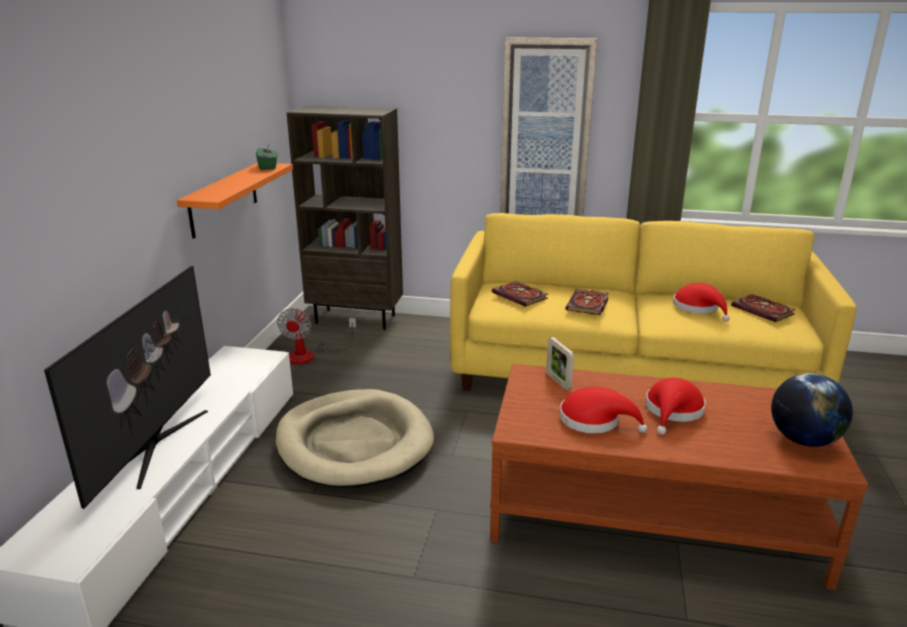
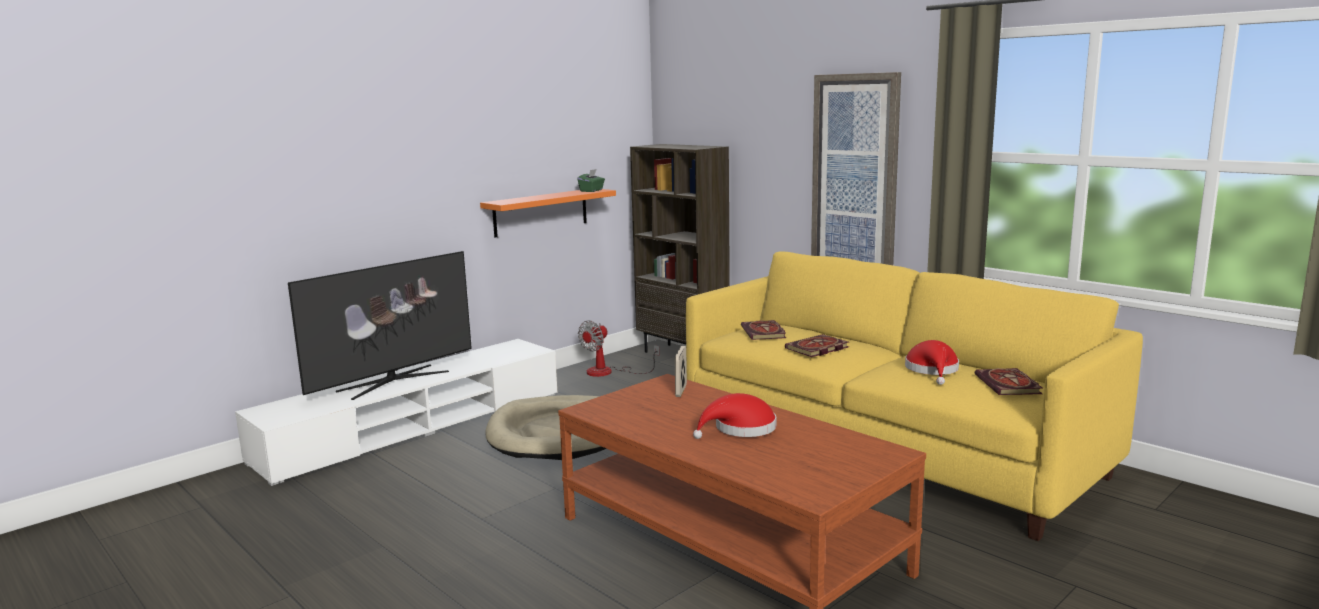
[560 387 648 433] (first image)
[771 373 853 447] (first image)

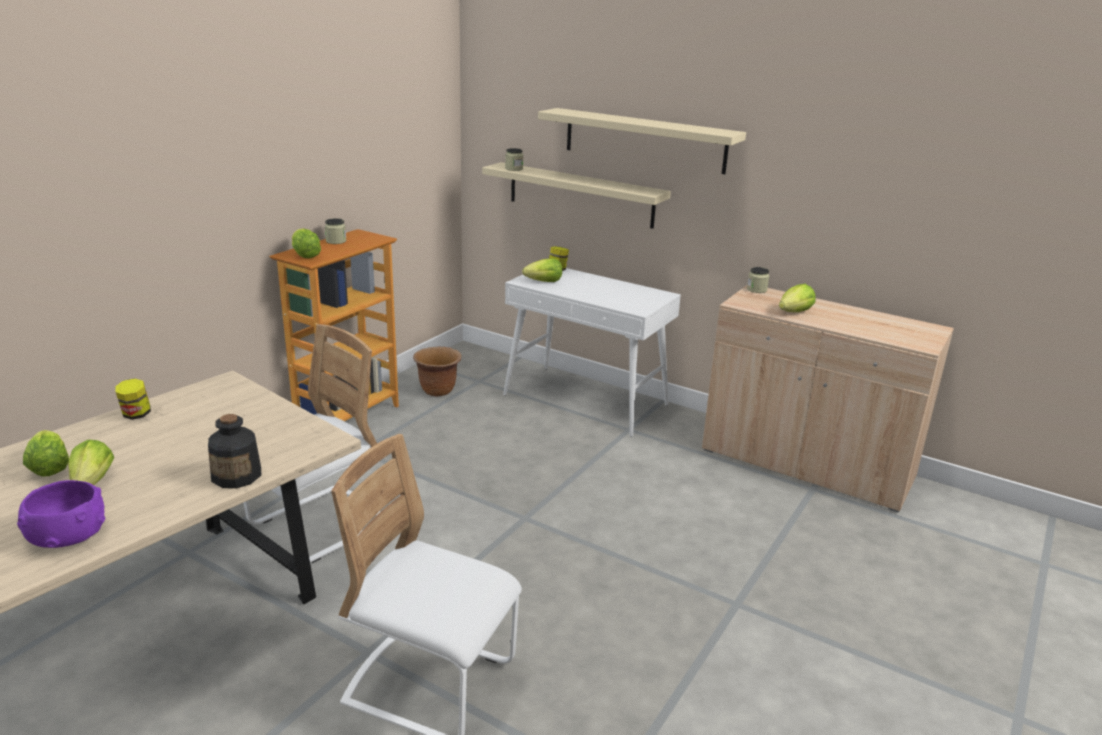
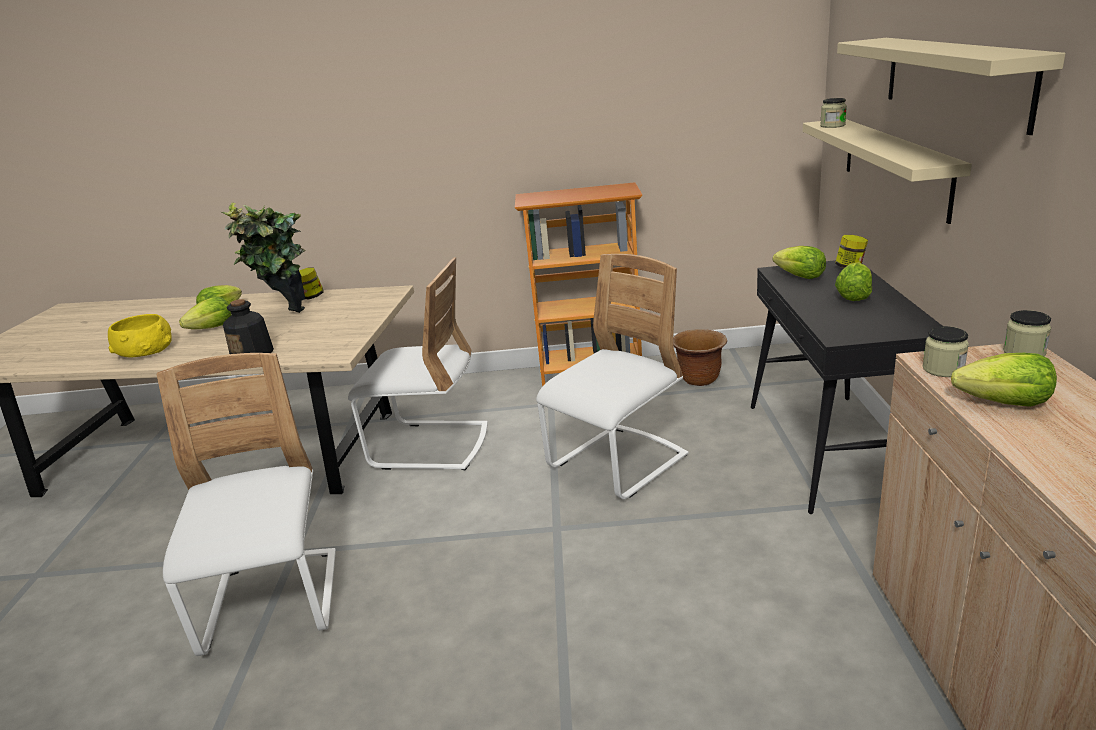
[108 314 172 357]
[222 203 306 313]
[536 254 688 499]
[751 260 942 514]
[835 262 872 301]
[923 326 969 377]

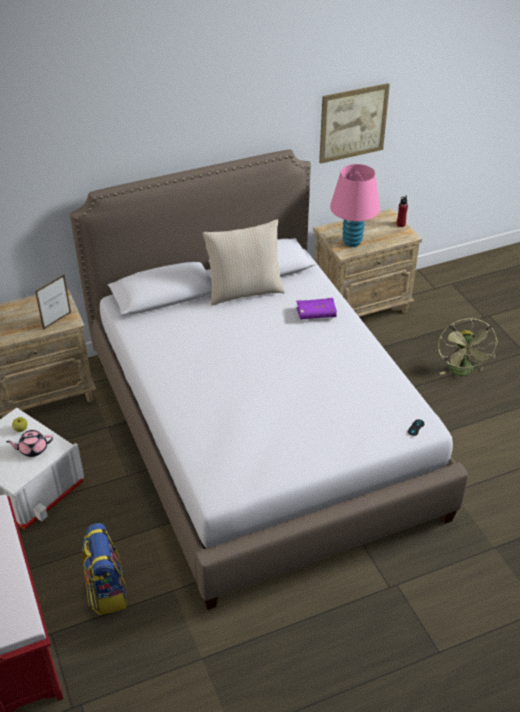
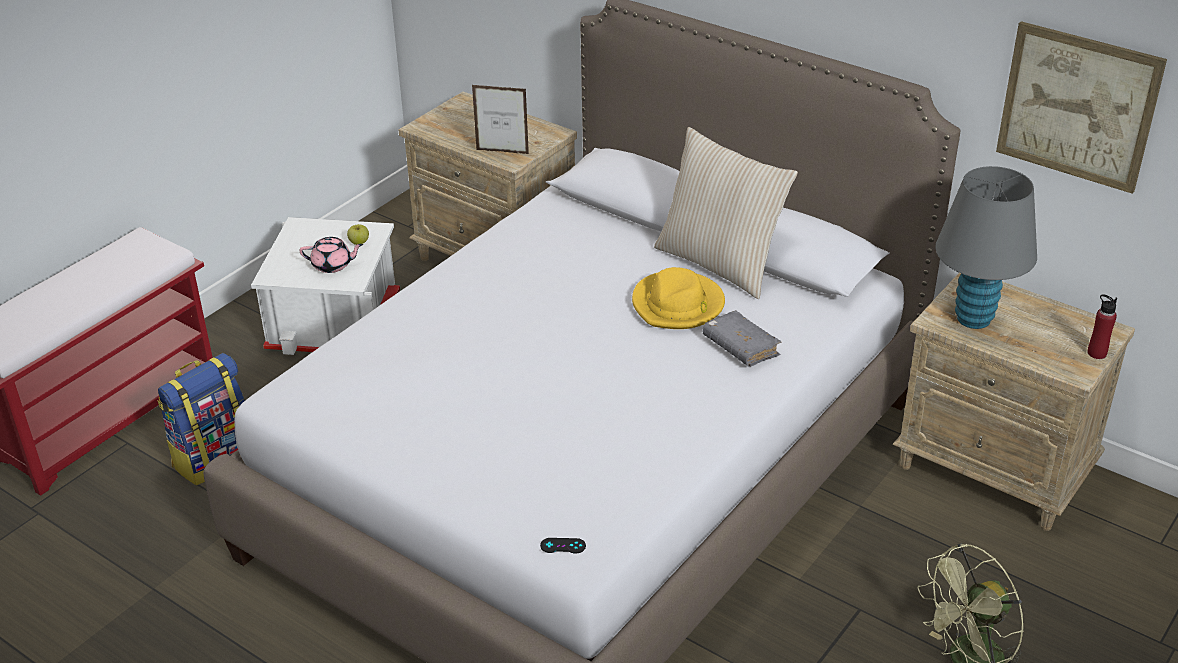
[299 237 363 273]
[632 267 725 329]
[702 310 781 367]
[935 166 1037 329]

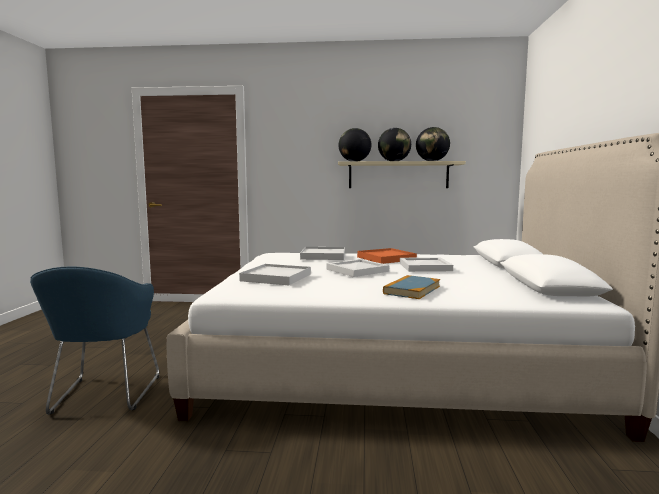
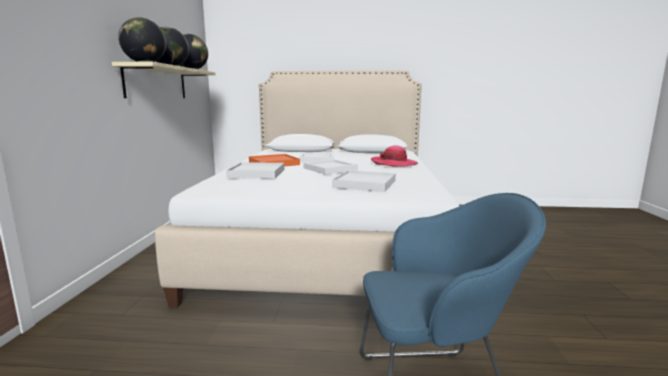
[371 145 418 167]

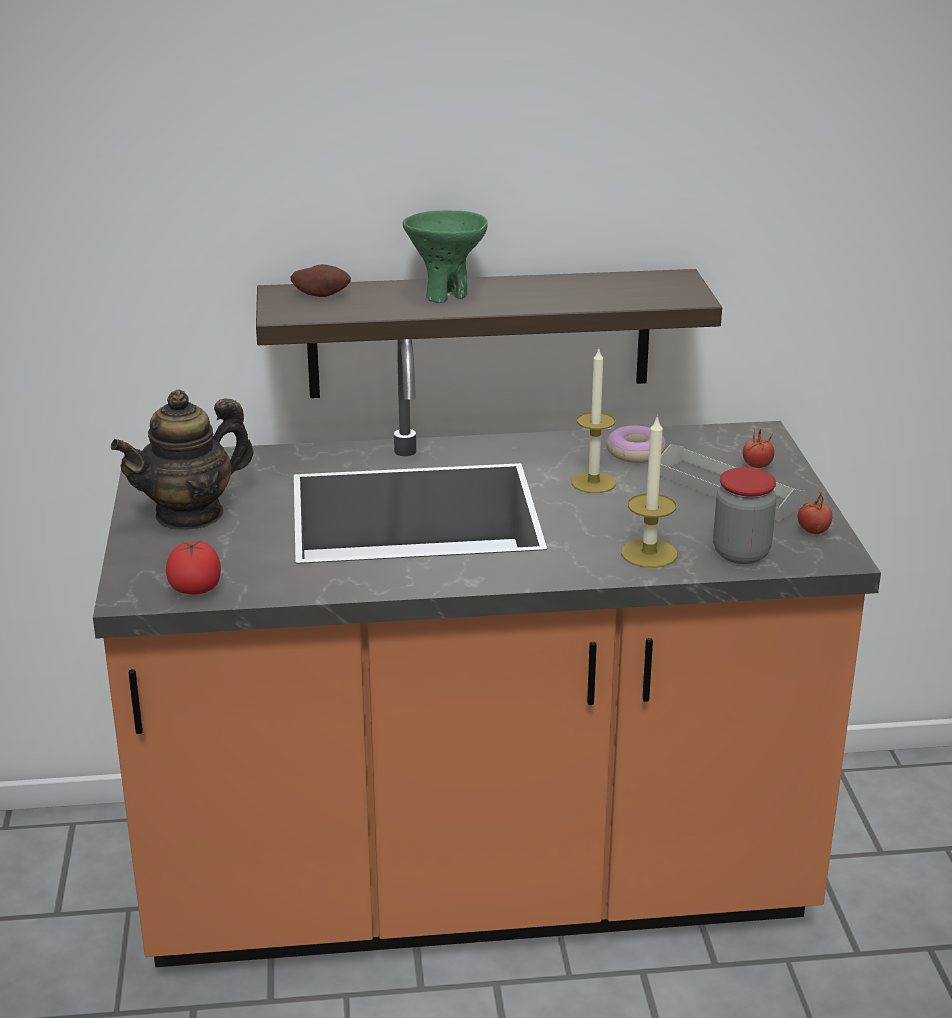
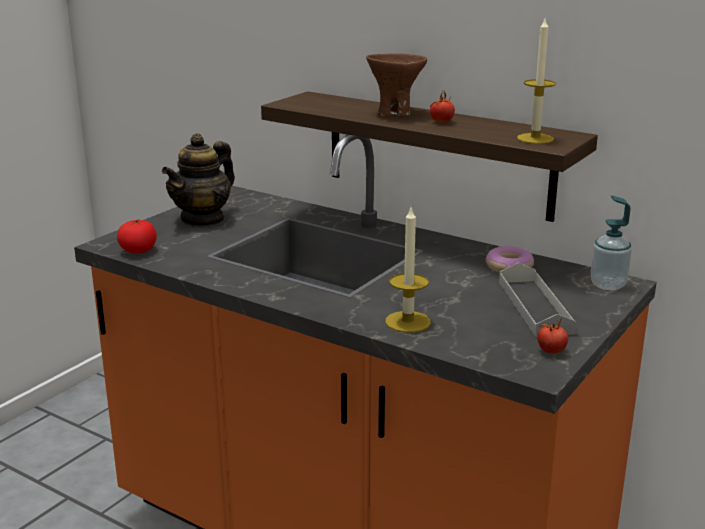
[161 133 235 227]
[366 53 427 117]
[430 90 455 123]
[517 19 556 144]
[591 195 632 290]
[291 264 351 297] (first image)
[713 467 777 564] (first image)

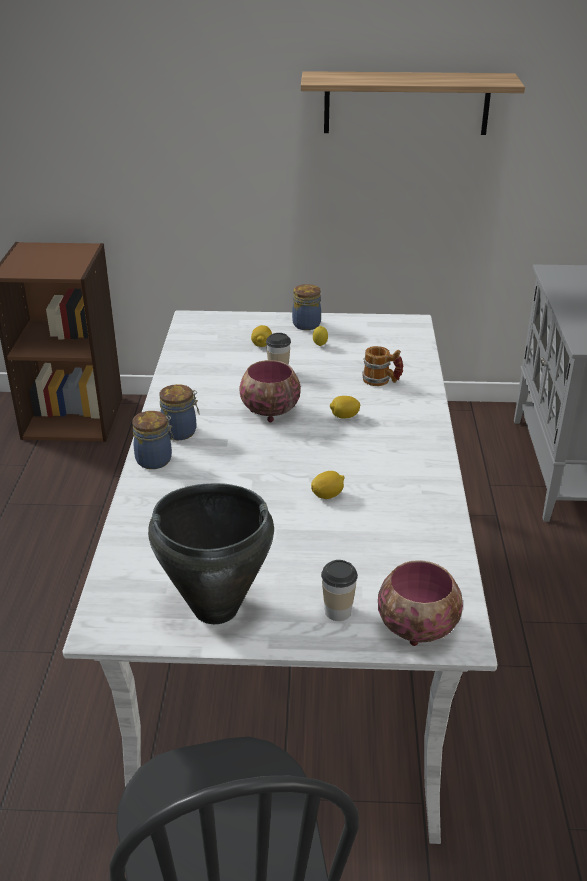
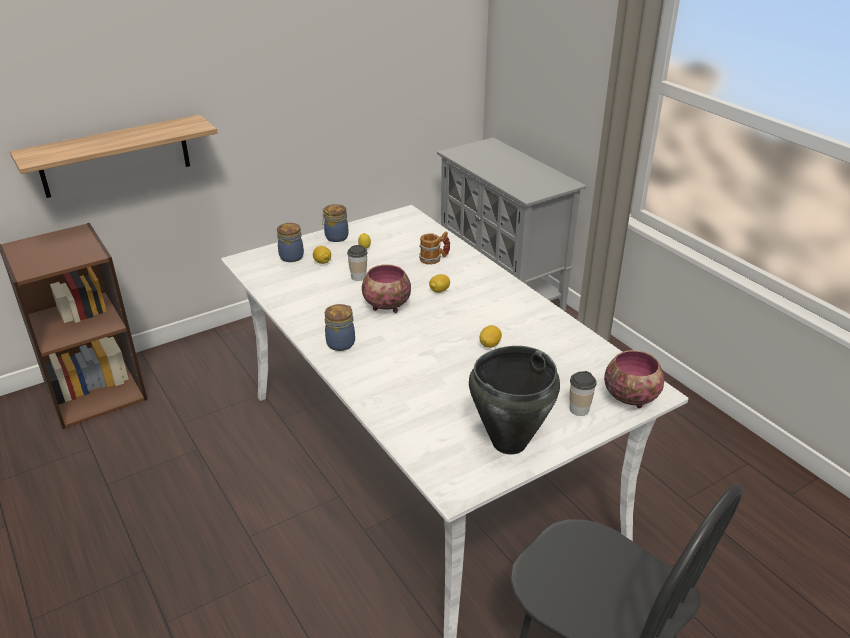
[10 115 217 198]
[277 223 304 262]

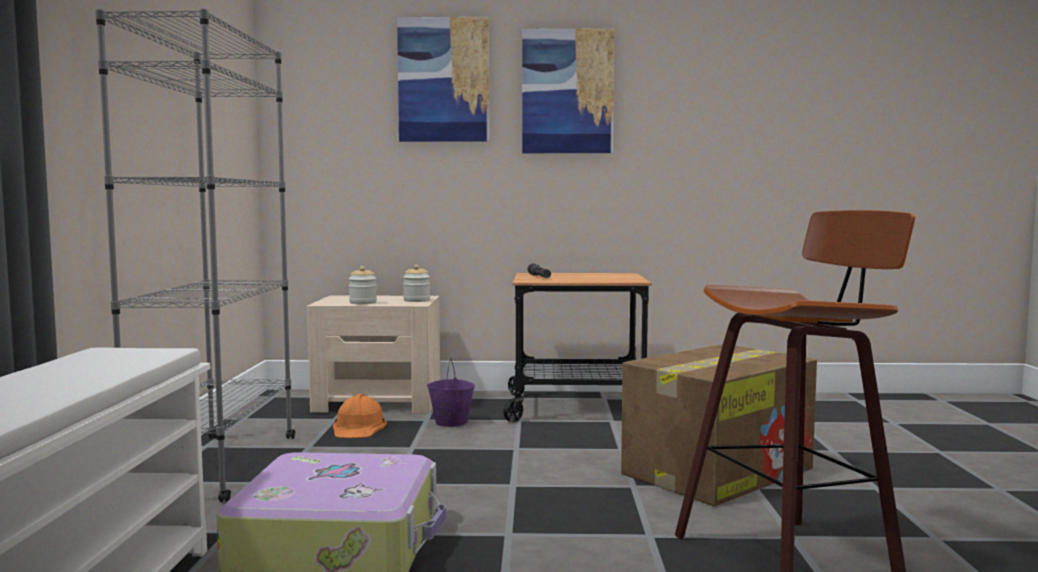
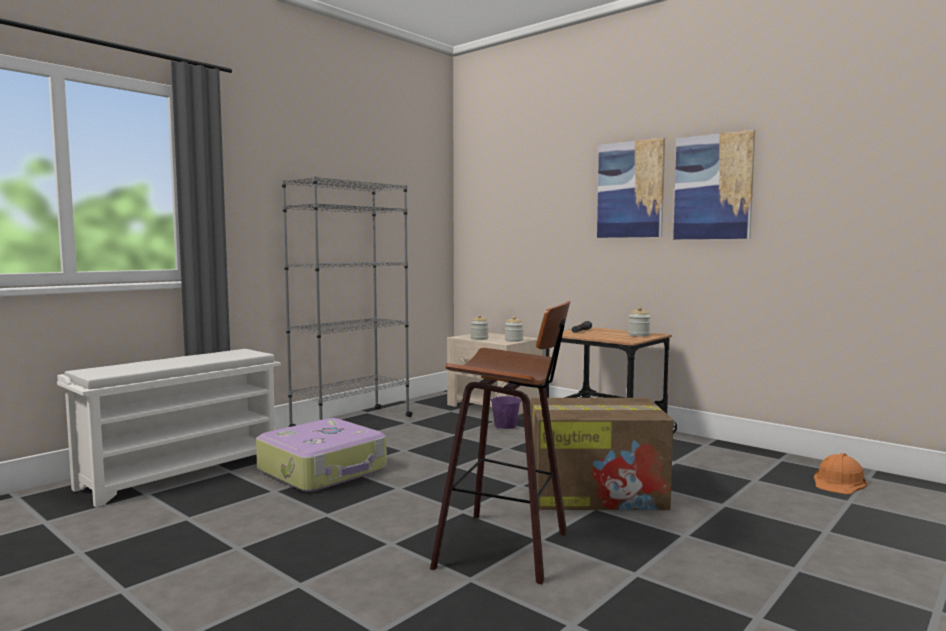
[628 307 650 337]
[673 130 755 239]
[814 453 868 494]

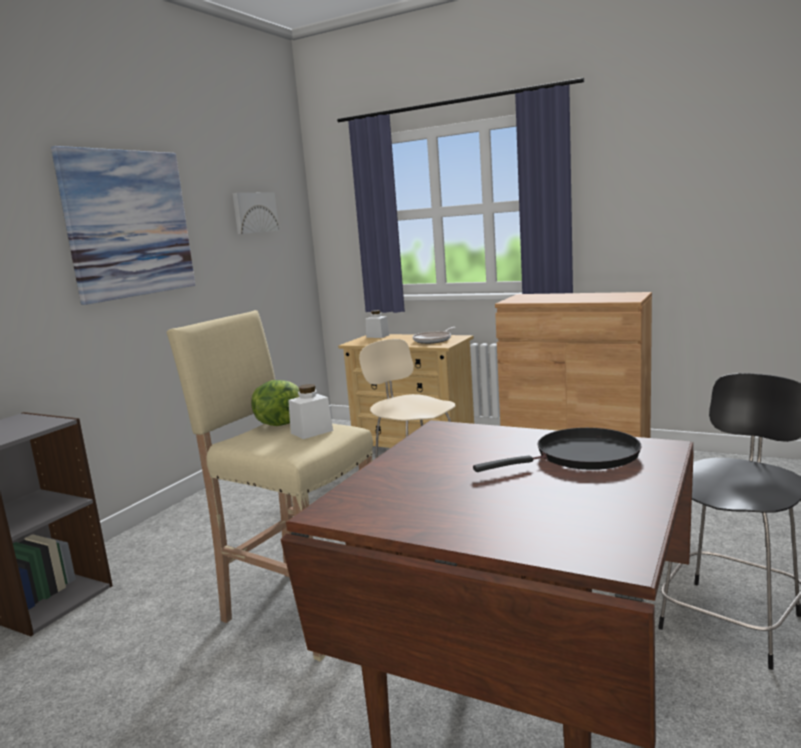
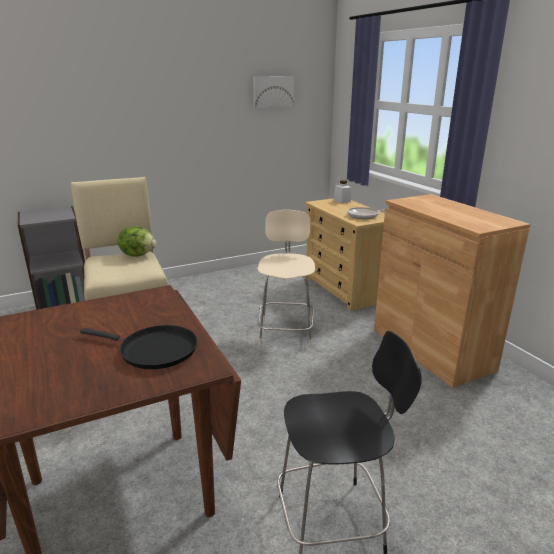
[51 146 195 305] (first image)
[288 384 333 439] (first image)

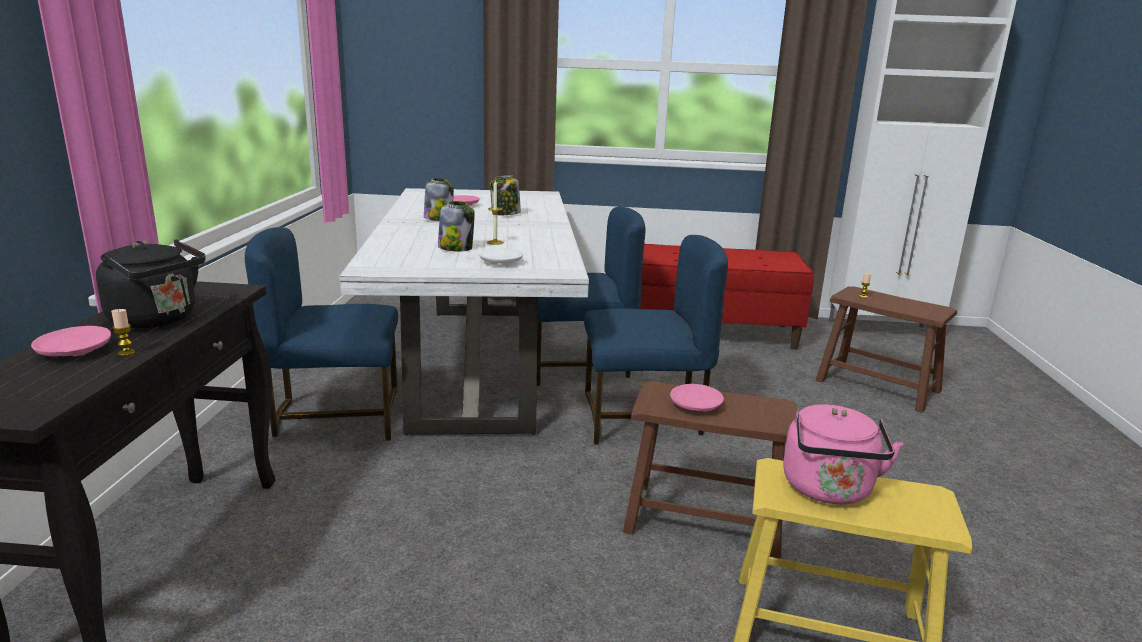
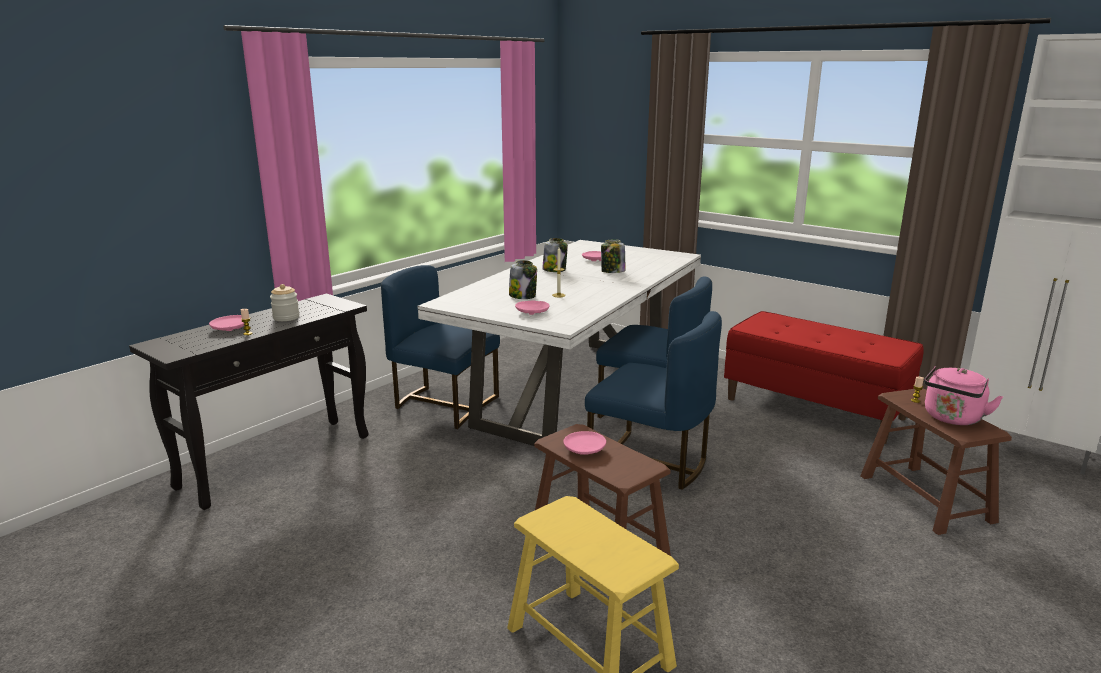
[270 284 299 321]
[515 301 550 315]
[924 366 1003 425]

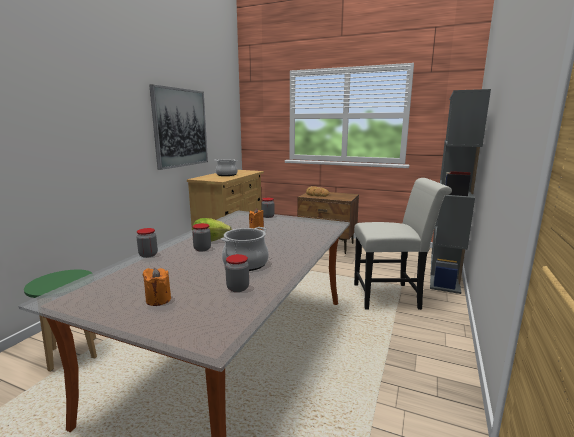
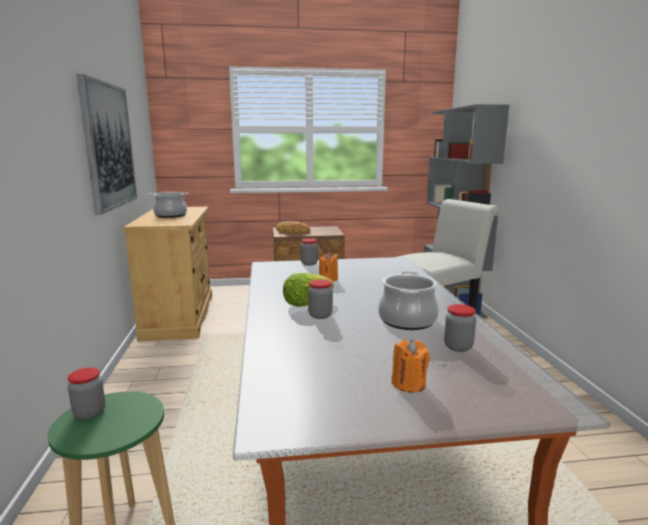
[68 368 105 419]

